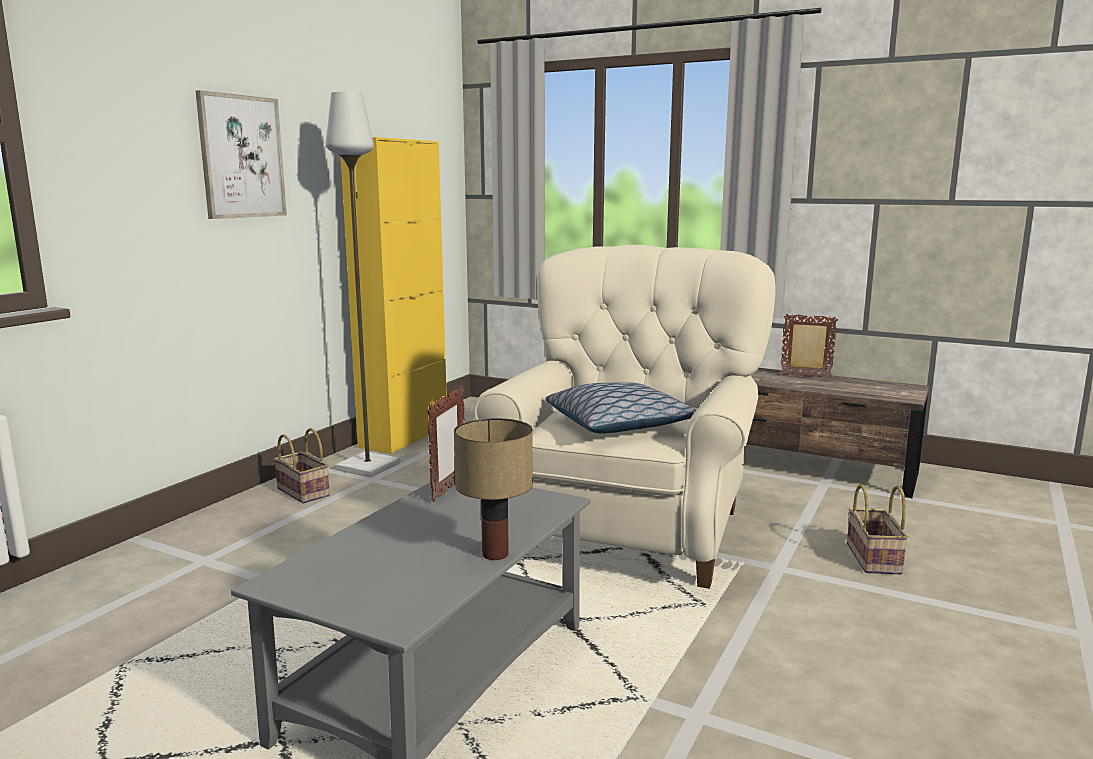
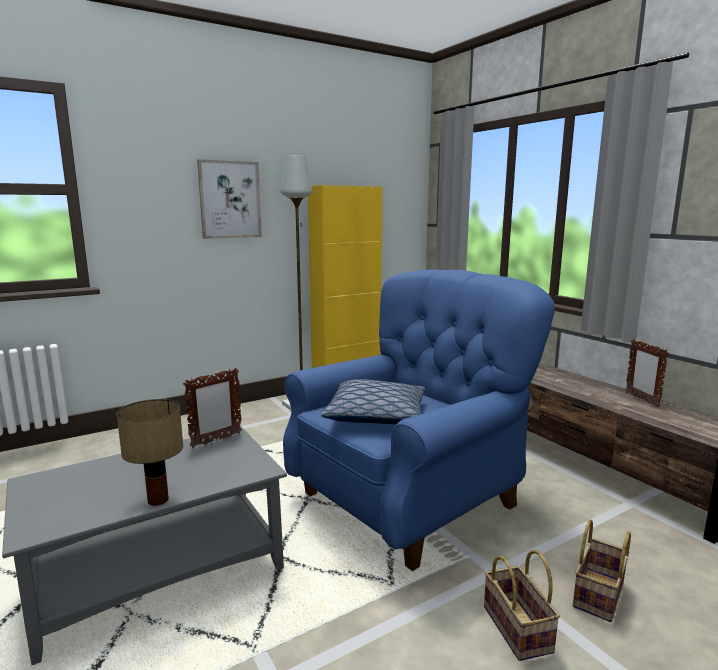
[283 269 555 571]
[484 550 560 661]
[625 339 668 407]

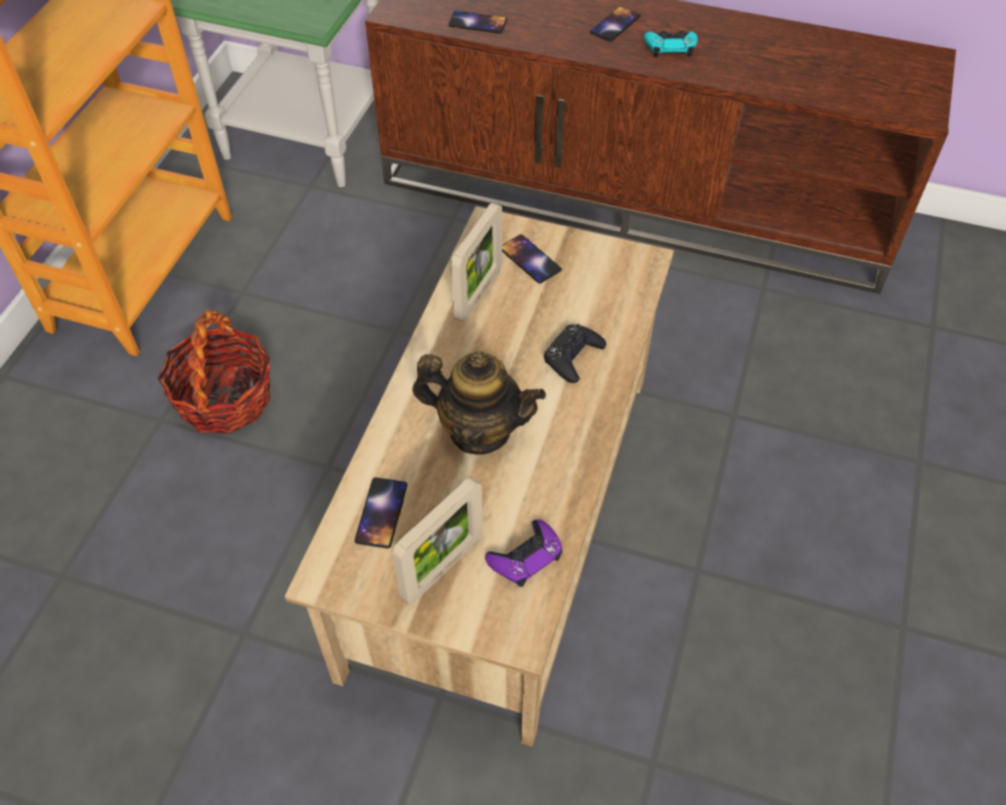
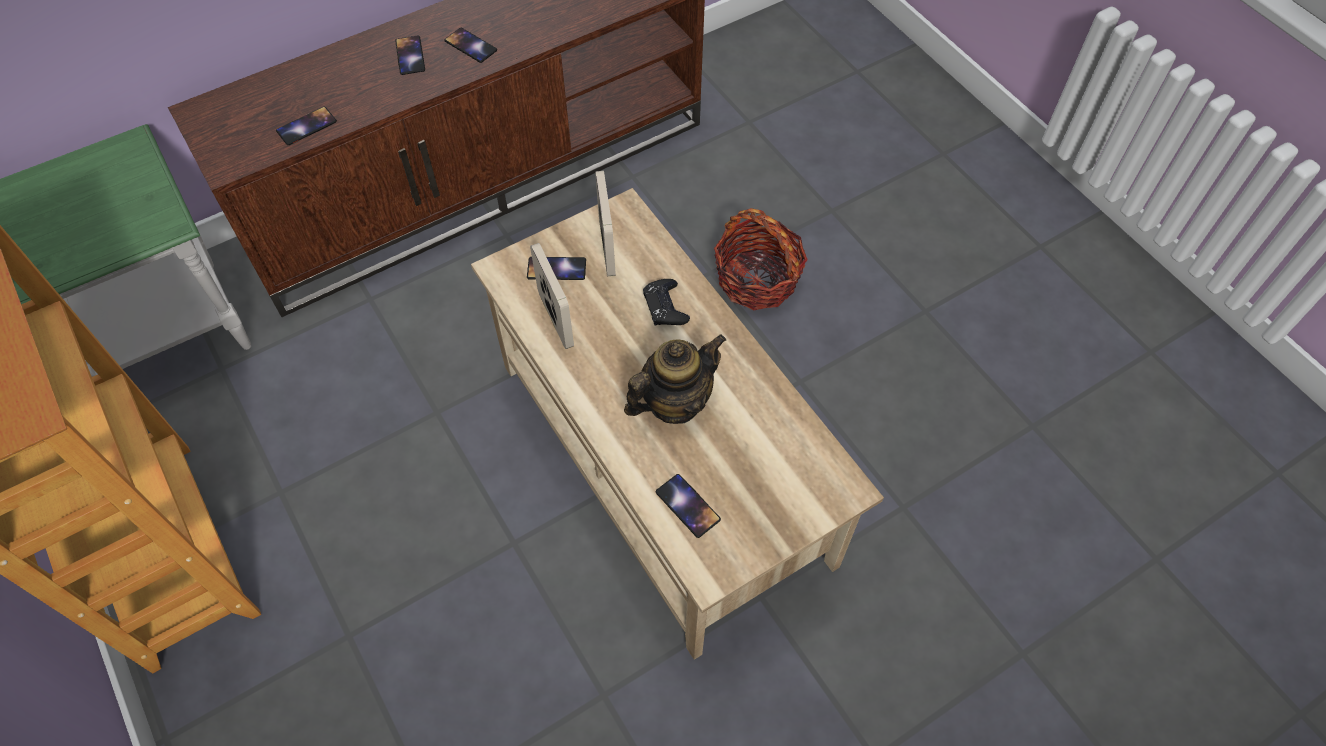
[444 28 497 63]
[595 171 616 277]
[714 208 808 310]
[485 519 563 587] (first image)

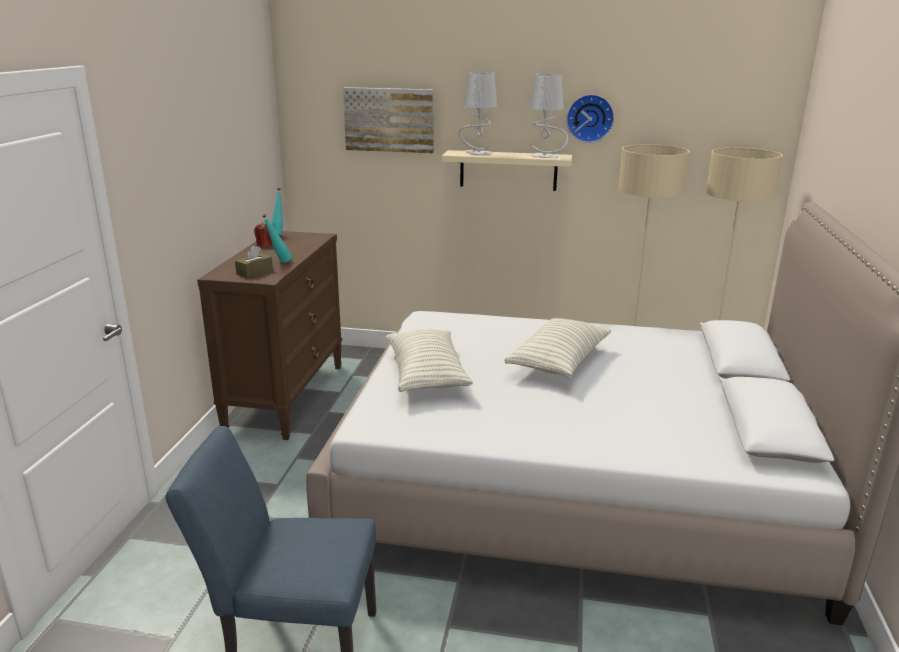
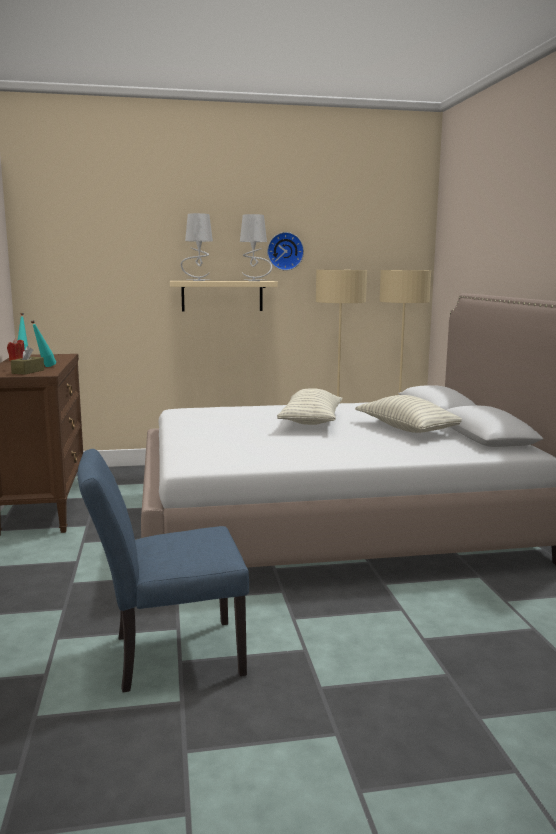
[355 395 462 433]
[343 87 434 153] (first image)

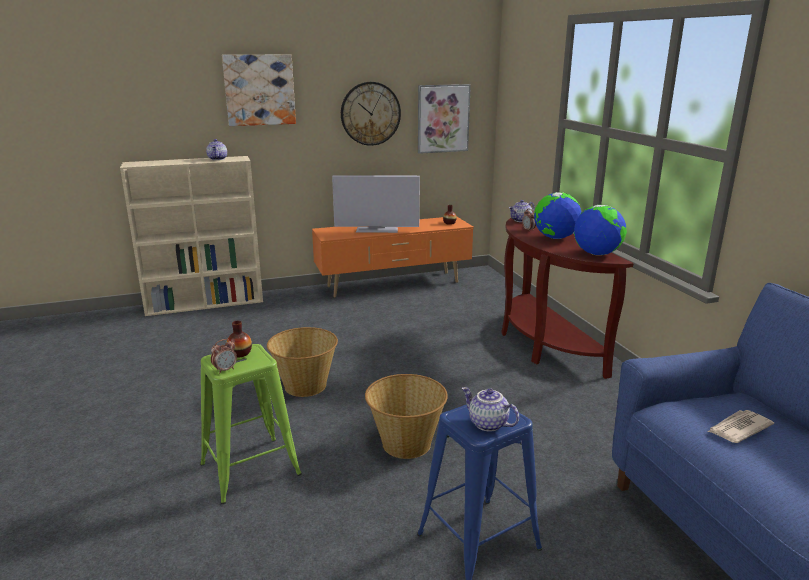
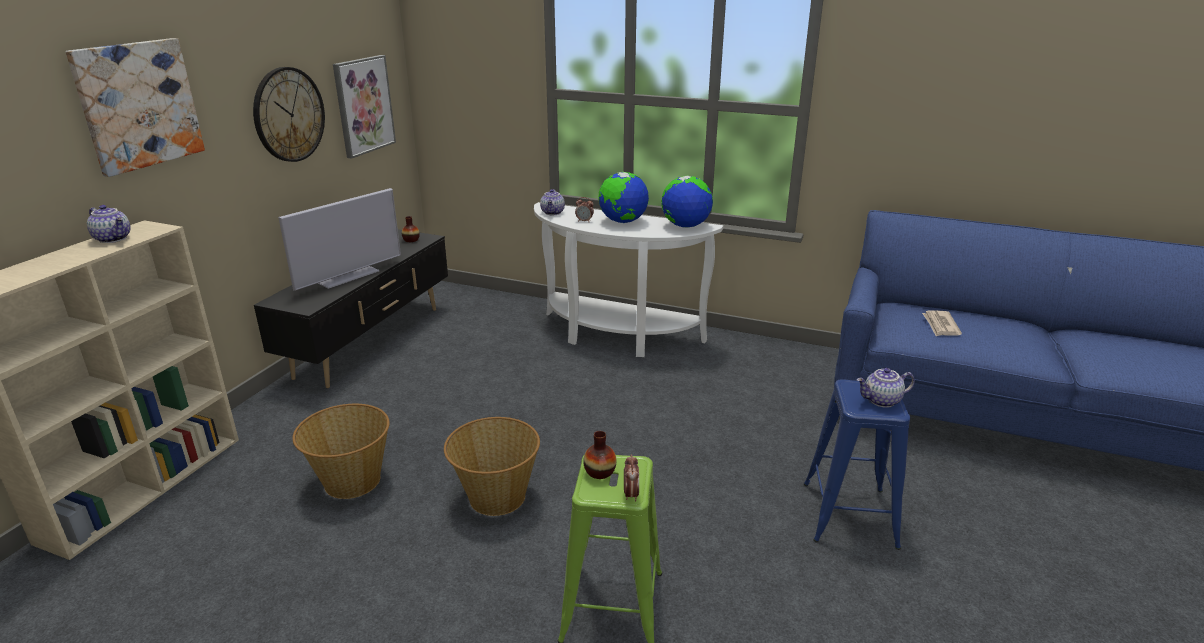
[254 229 448 388]
[292 404 390 499]
[534 202 723 357]

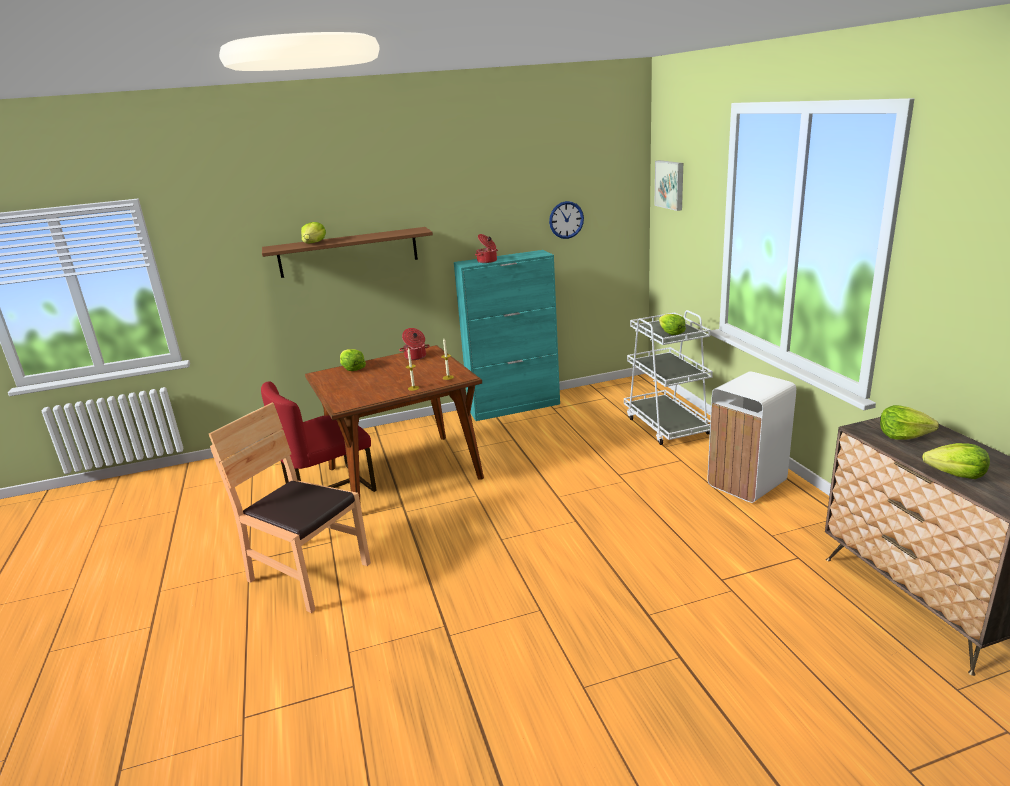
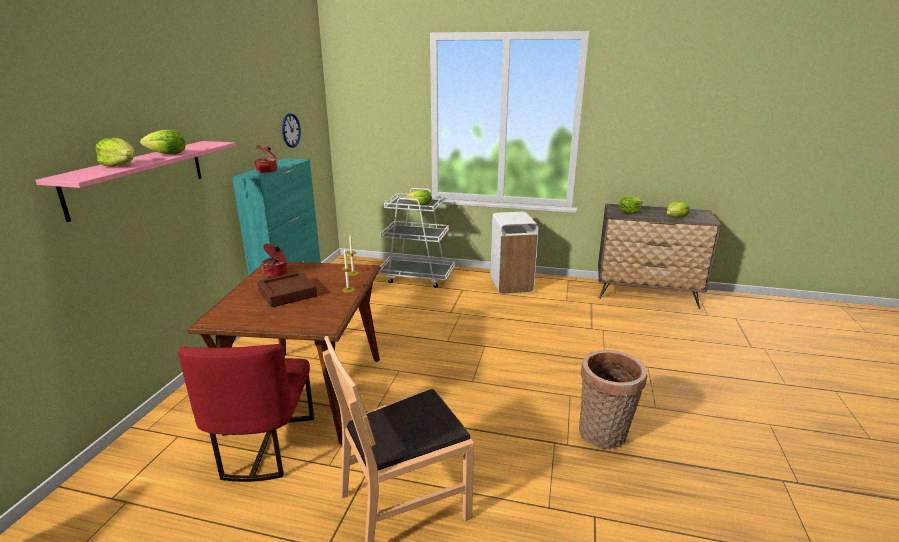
[35 141 236 222]
[140 130 186 155]
[257 271 317 307]
[579 350 647 449]
[655 160 683 211] (first image)

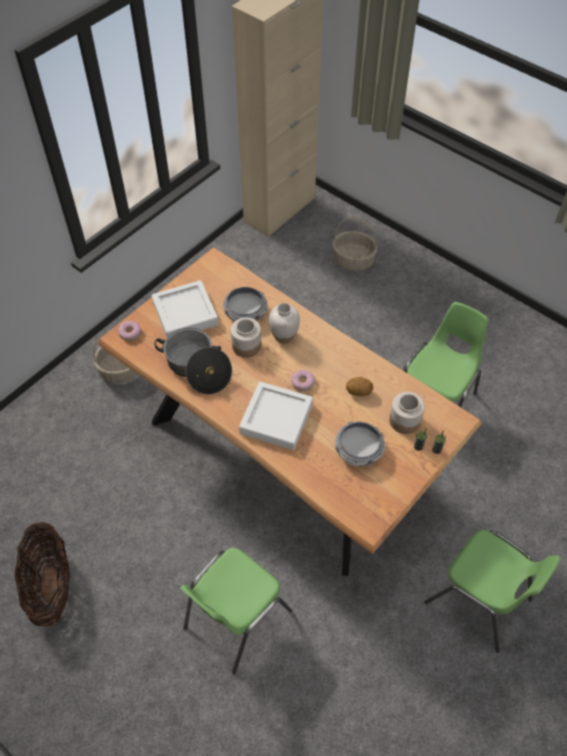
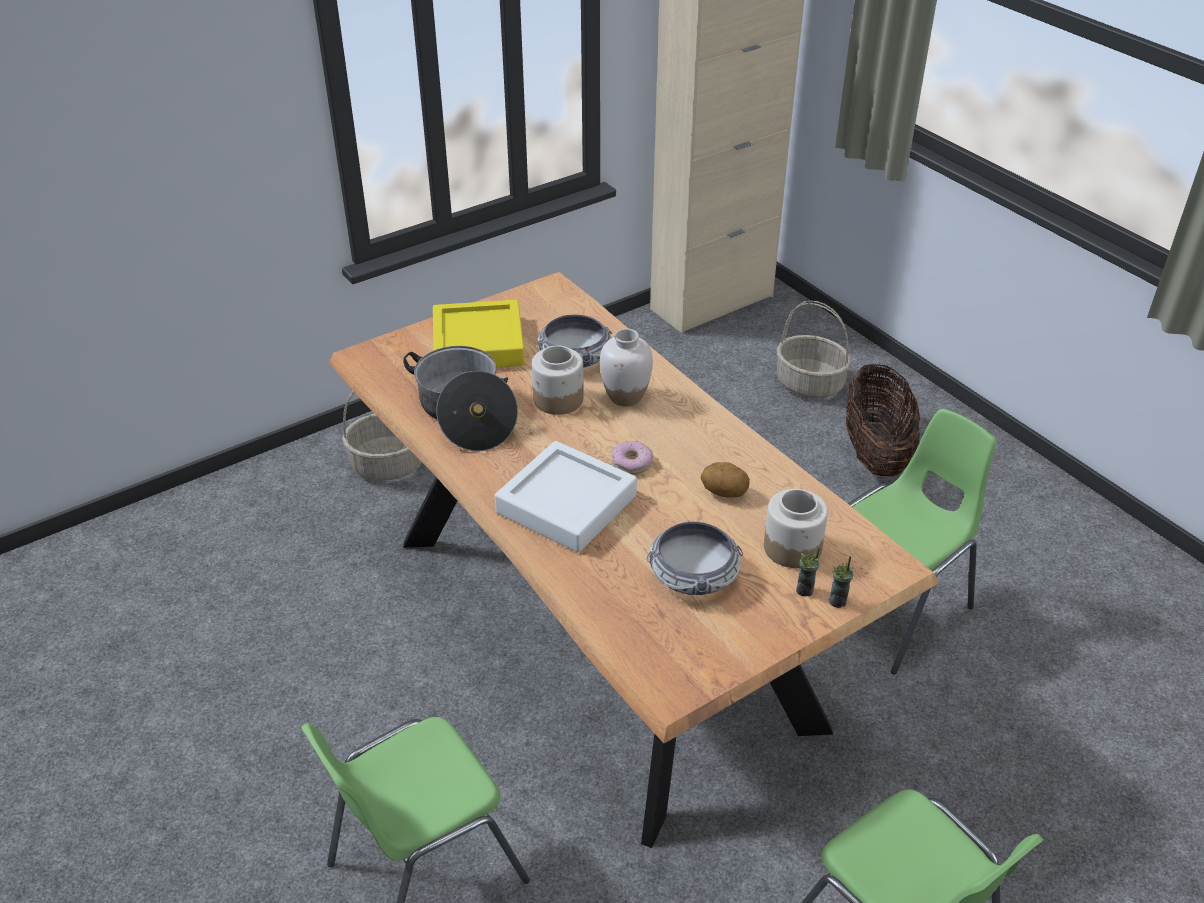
[433 300 525 367]
[846 363 920 477]
[118 321 142 341] (first image)

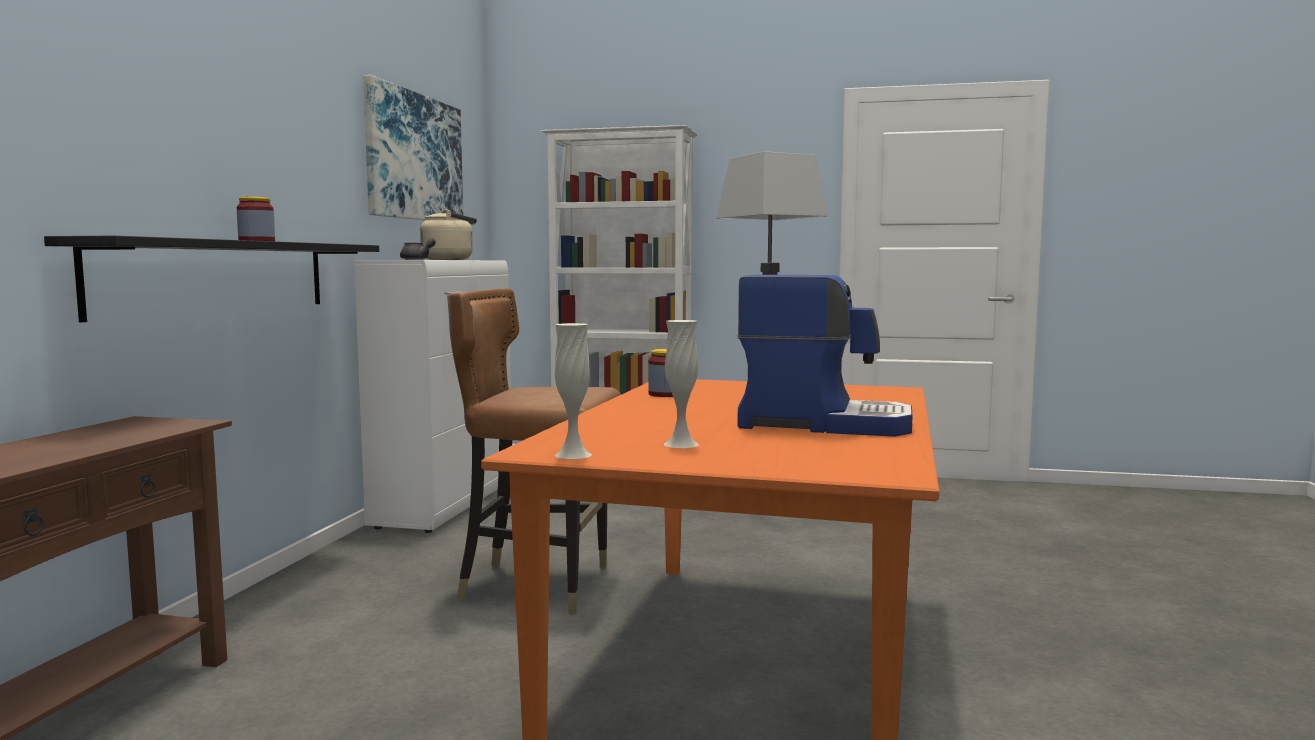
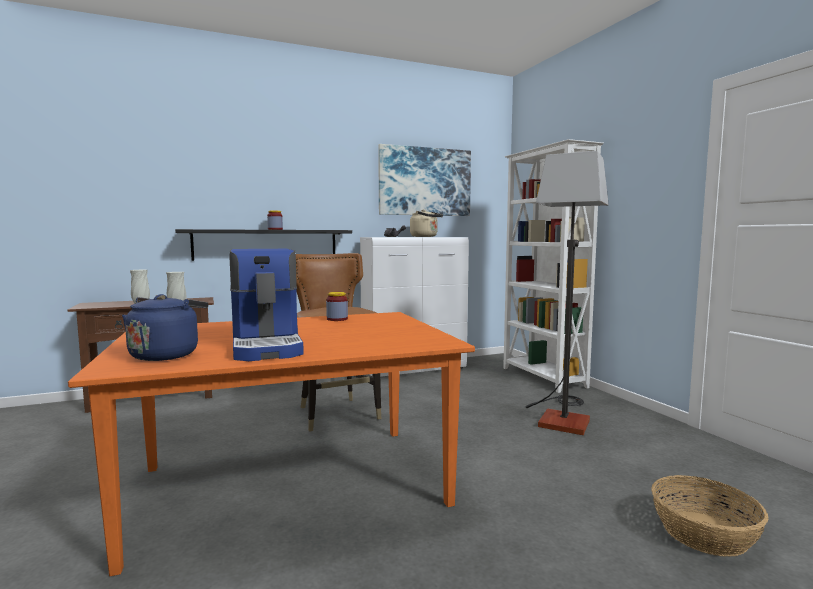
[122 294 208 361]
[651 475 768 557]

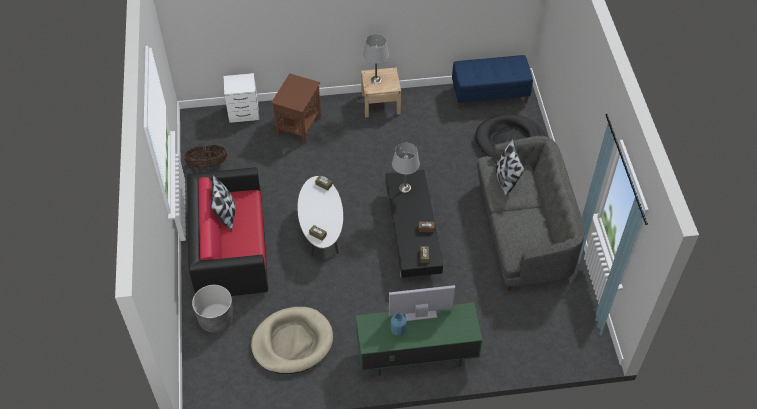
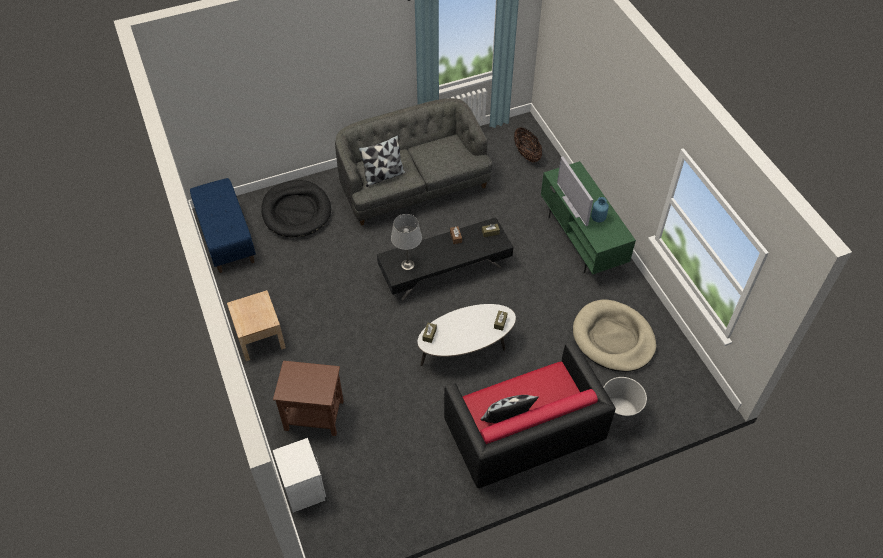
[514 128 542 162]
[363 34 389 84] (first image)

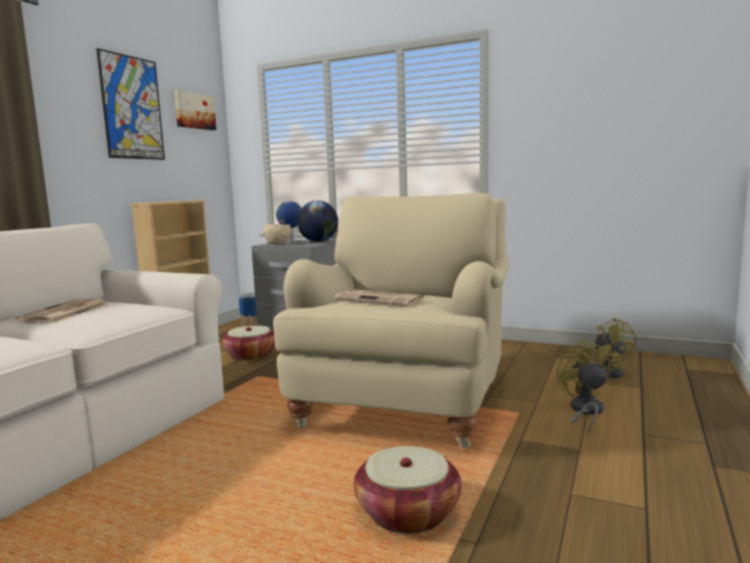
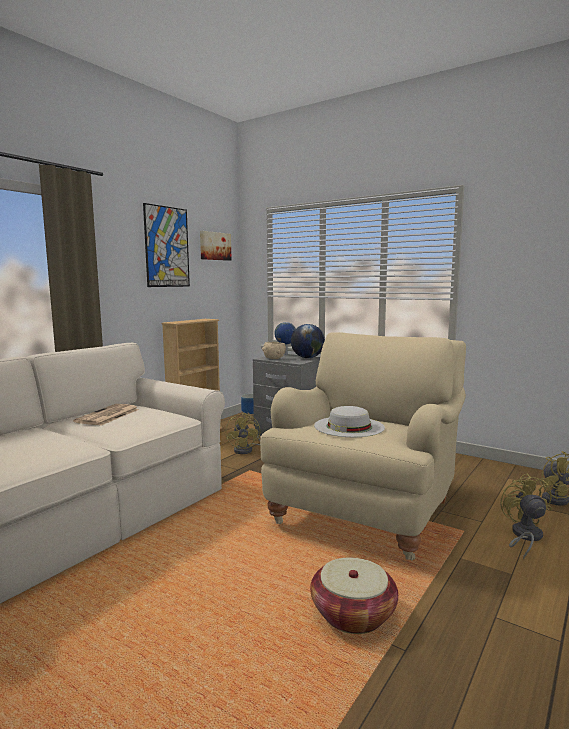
[225 413 260 454]
[314 406 385 437]

